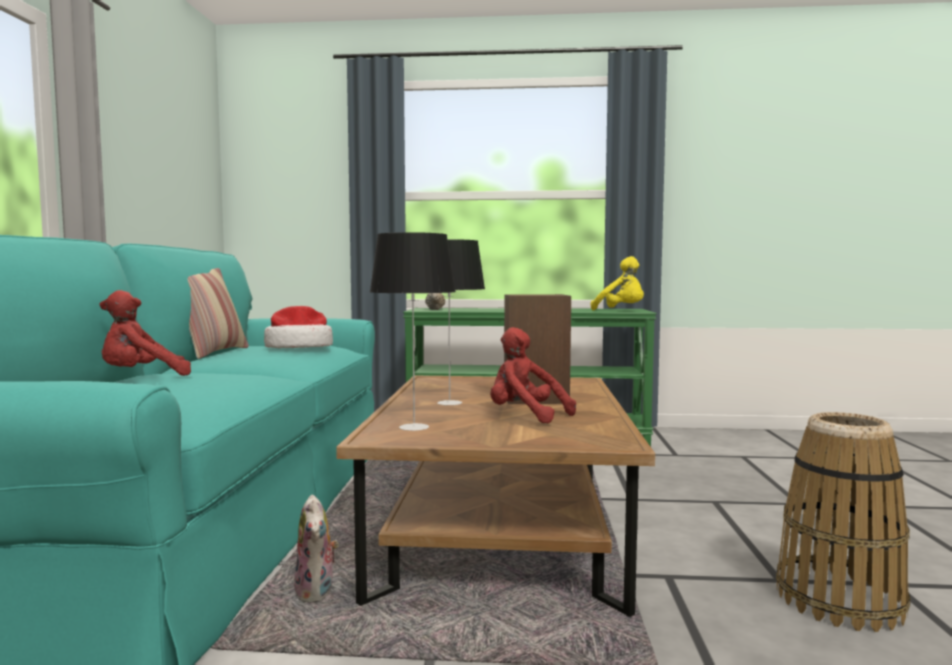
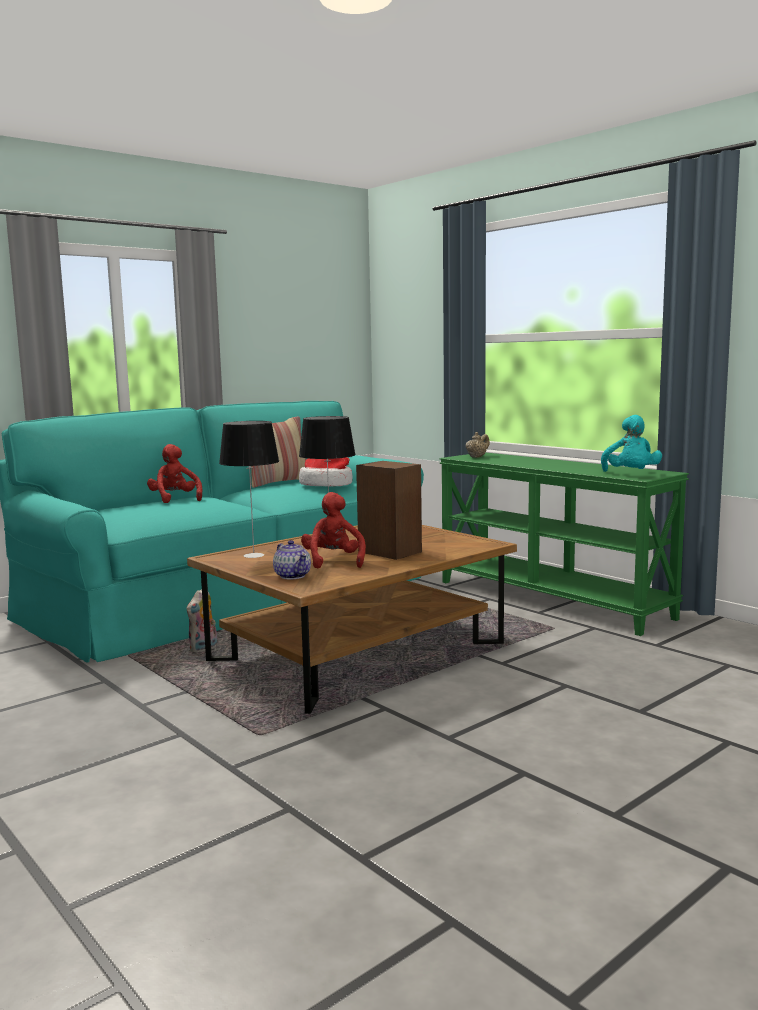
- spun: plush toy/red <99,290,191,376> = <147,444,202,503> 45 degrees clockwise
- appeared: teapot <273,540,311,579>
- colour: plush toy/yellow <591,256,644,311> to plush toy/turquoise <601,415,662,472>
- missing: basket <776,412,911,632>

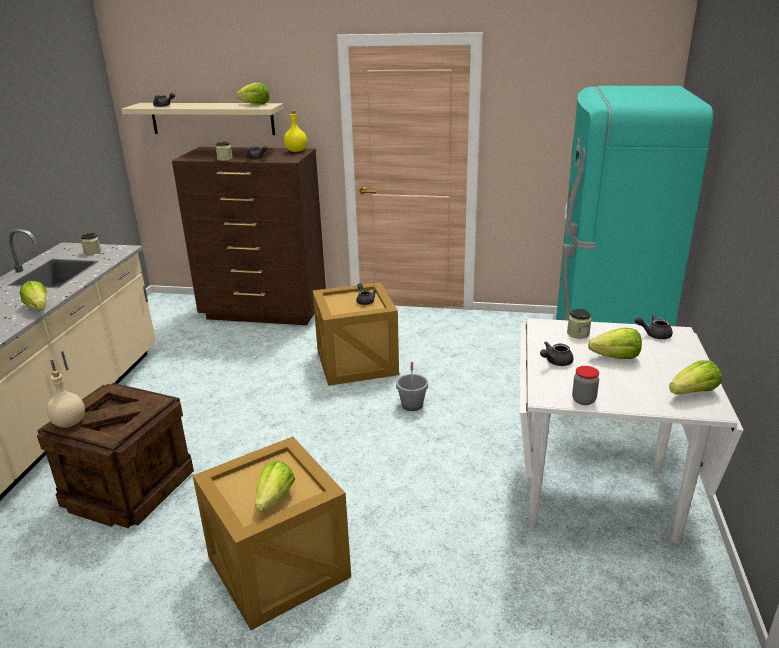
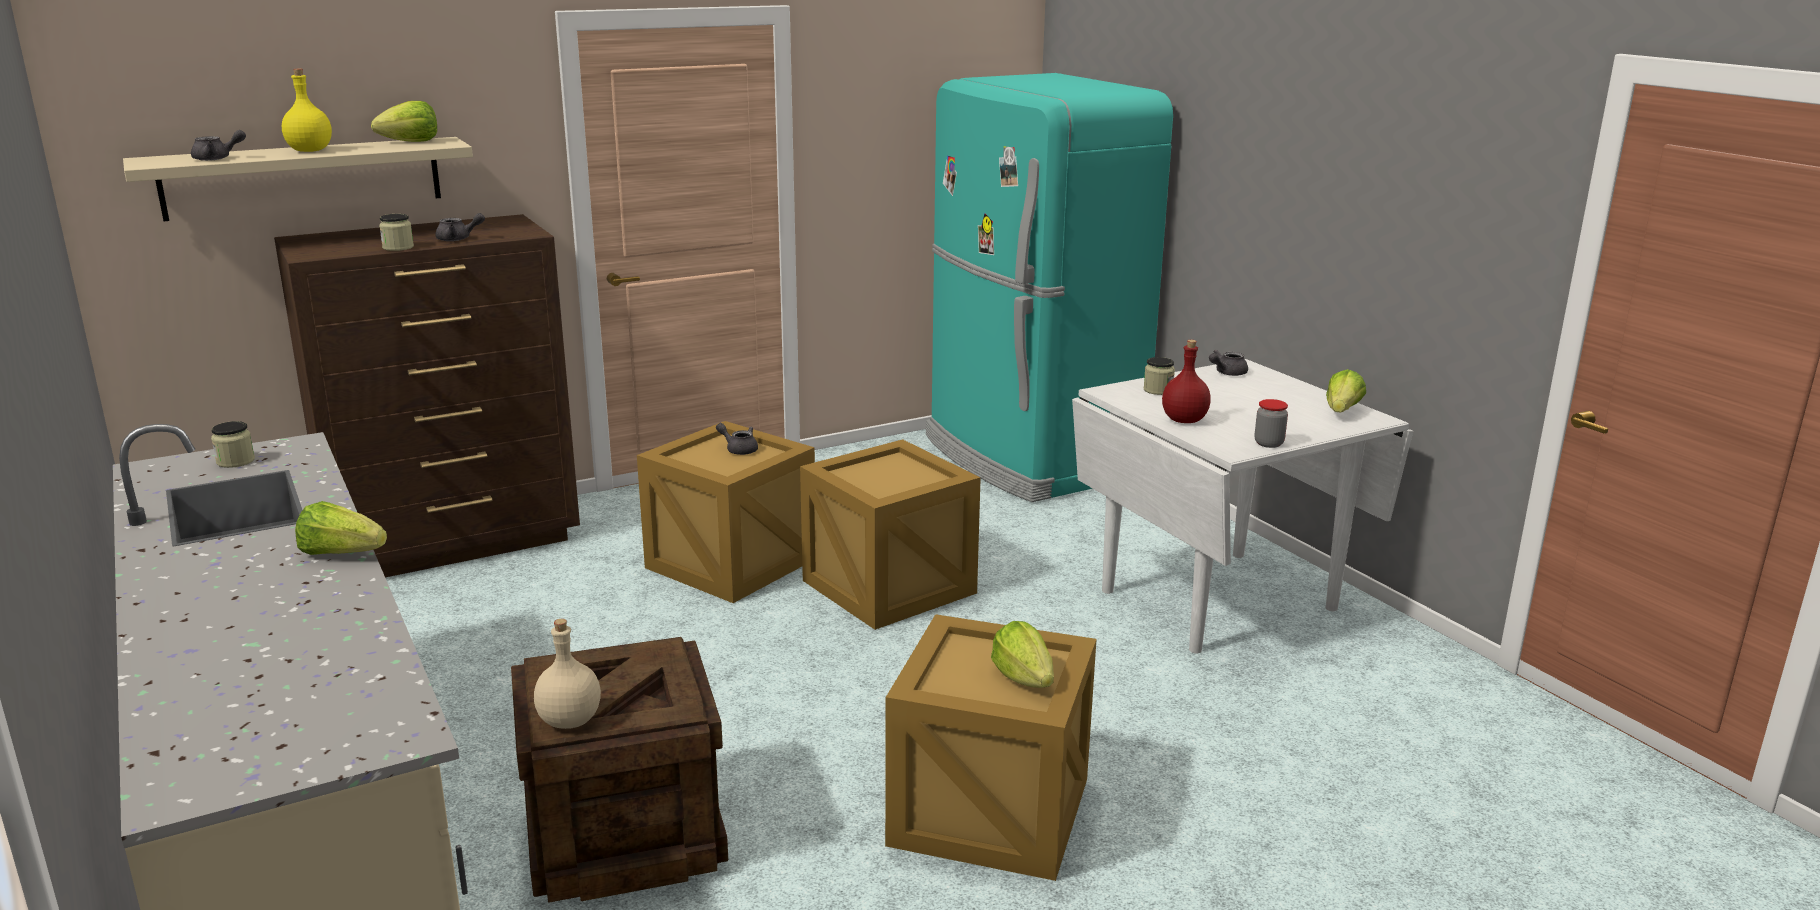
- relocated: bottle/yellow <284,110,307,152> to <282,69,332,152>
- exchanged: bucket/grey <396,362,428,411> to crate <800,439,981,630>
- exchanged: teapot/grey <540,342,574,366> to bottle/red <1162,340,1211,423>
- missing: lettuce <588,328,642,359>

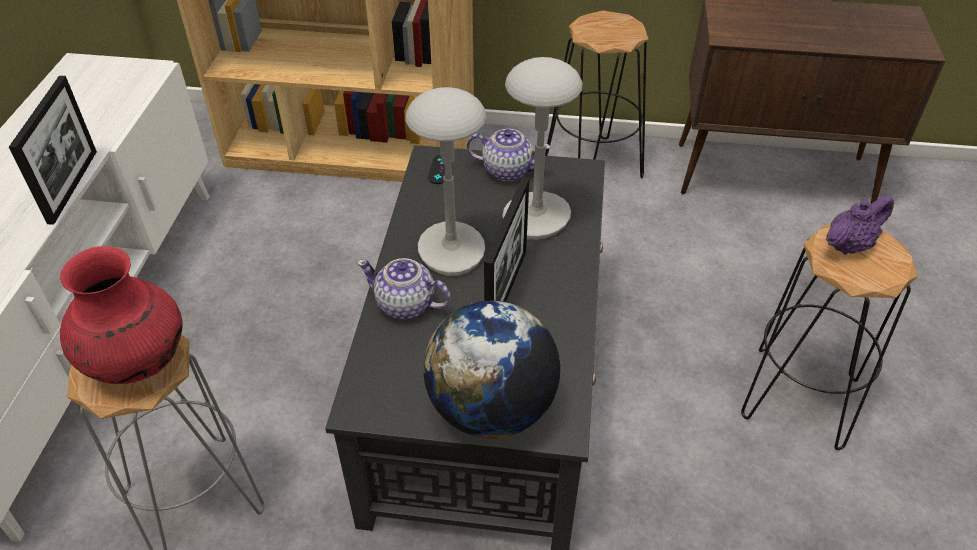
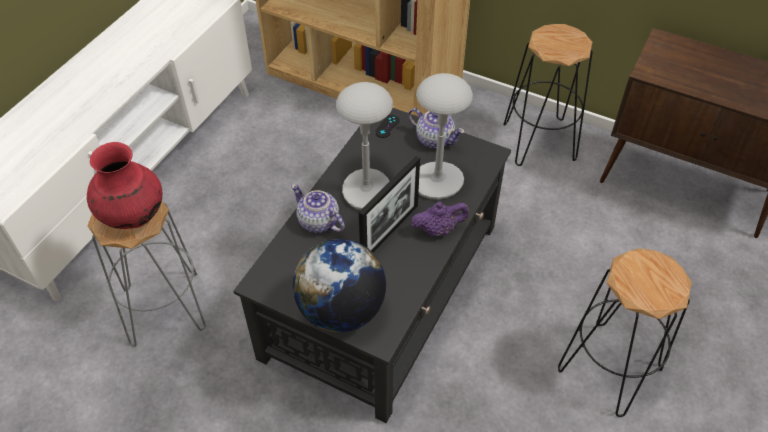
- relocated: teapot/purple <826,195,894,255> to <411,202,469,236>
- missing: picture frame <9,76,97,225>

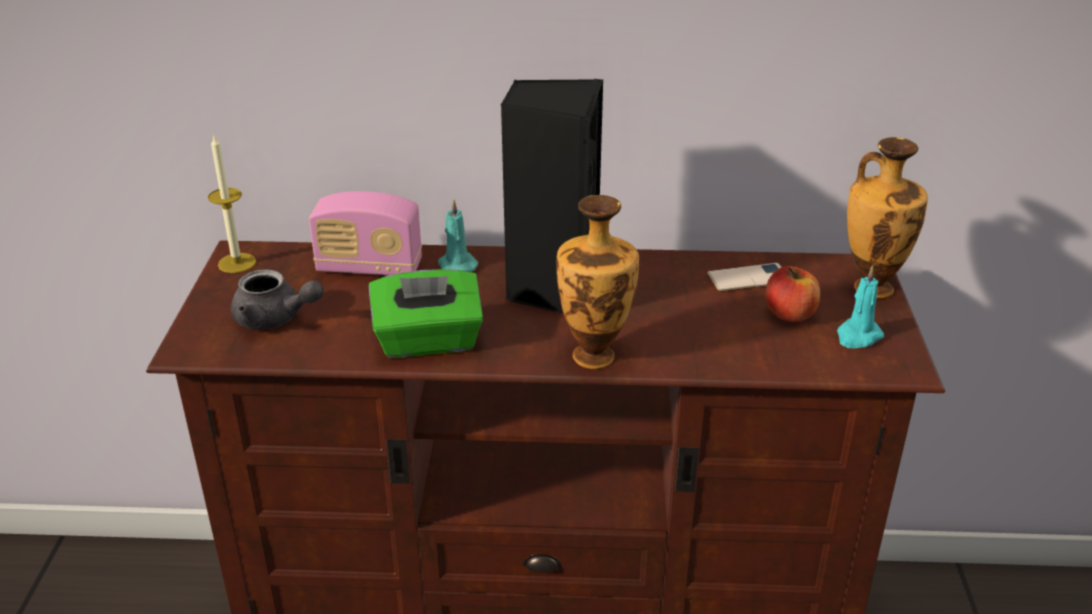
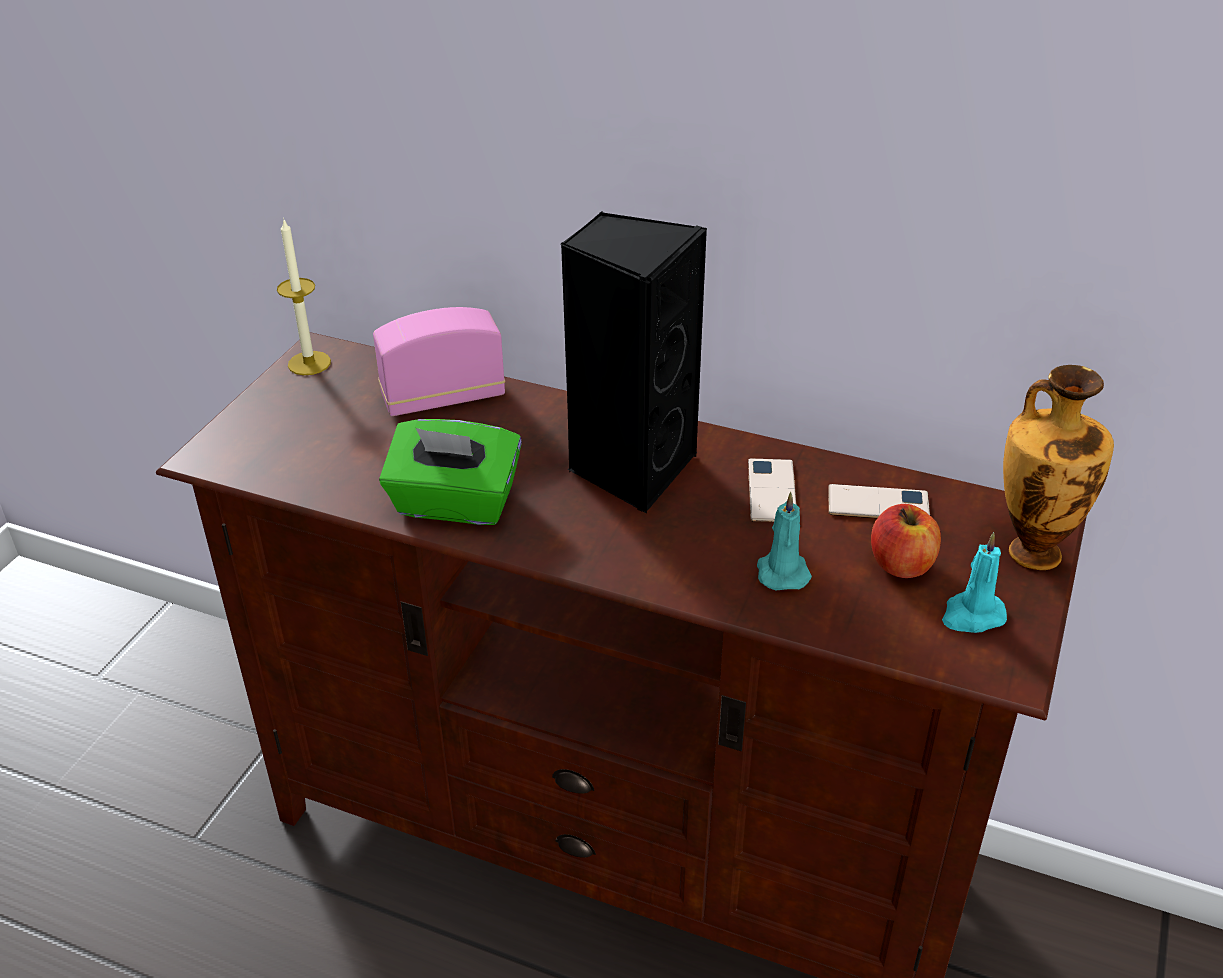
- spun: radio <309,191,422,275> = <373,307,505,416> 135 degrees clockwise
- appeared: phone <748,458,796,522>
- relocated: candle/turquoise <438,199,478,272> to <757,492,812,591>
- missing: teapot/grey <231,269,324,329>
- missing: vase <556,195,639,369>

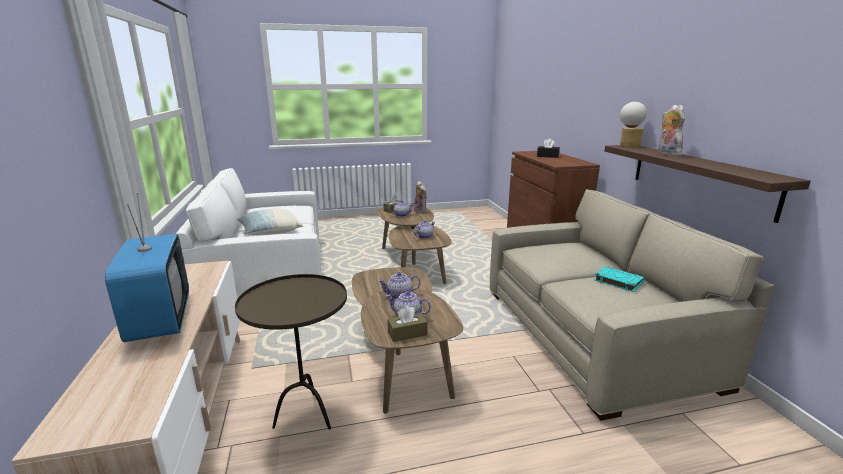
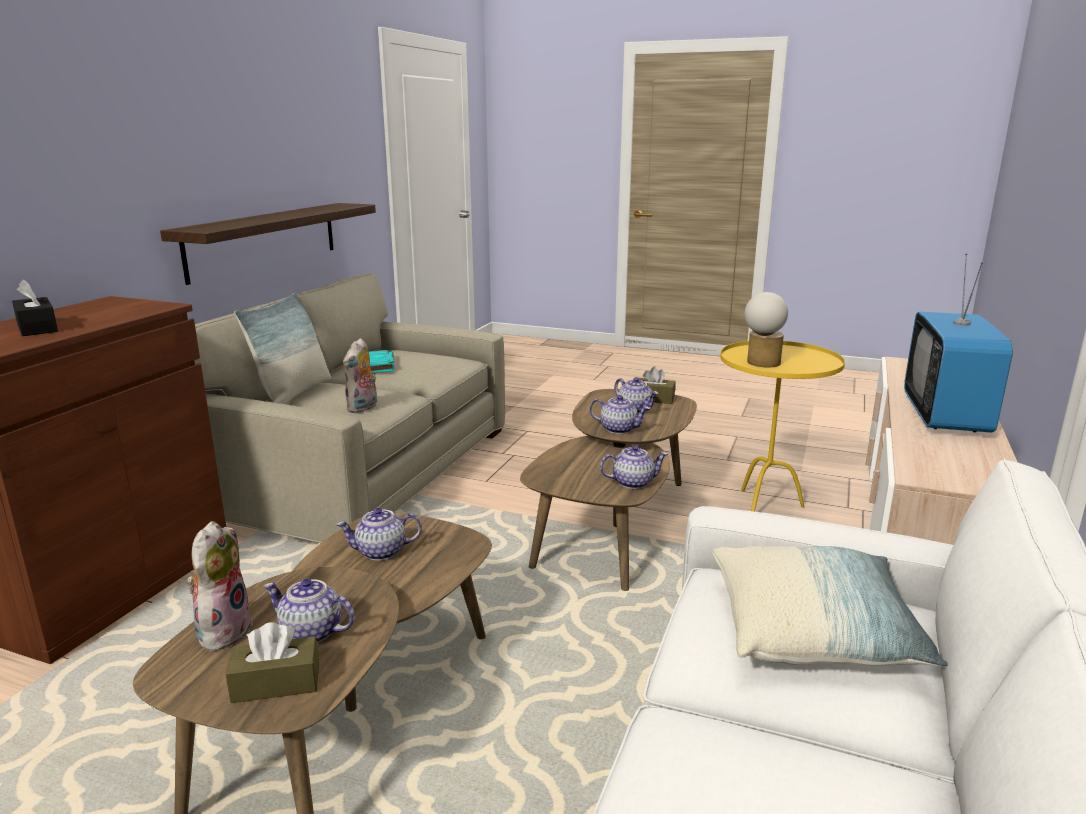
- appeared: pillow <234,292,331,404>
- relocated: plush toy <659,105,685,156> to <343,338,377,413>
- appeared: teapot <600,445,668,489>
- colour: side table/brown <235,274,347,430> to side table/yellow <720,341,845,512>
- relocated: table lamp <620,102,647,148> to <744,292,788,367>

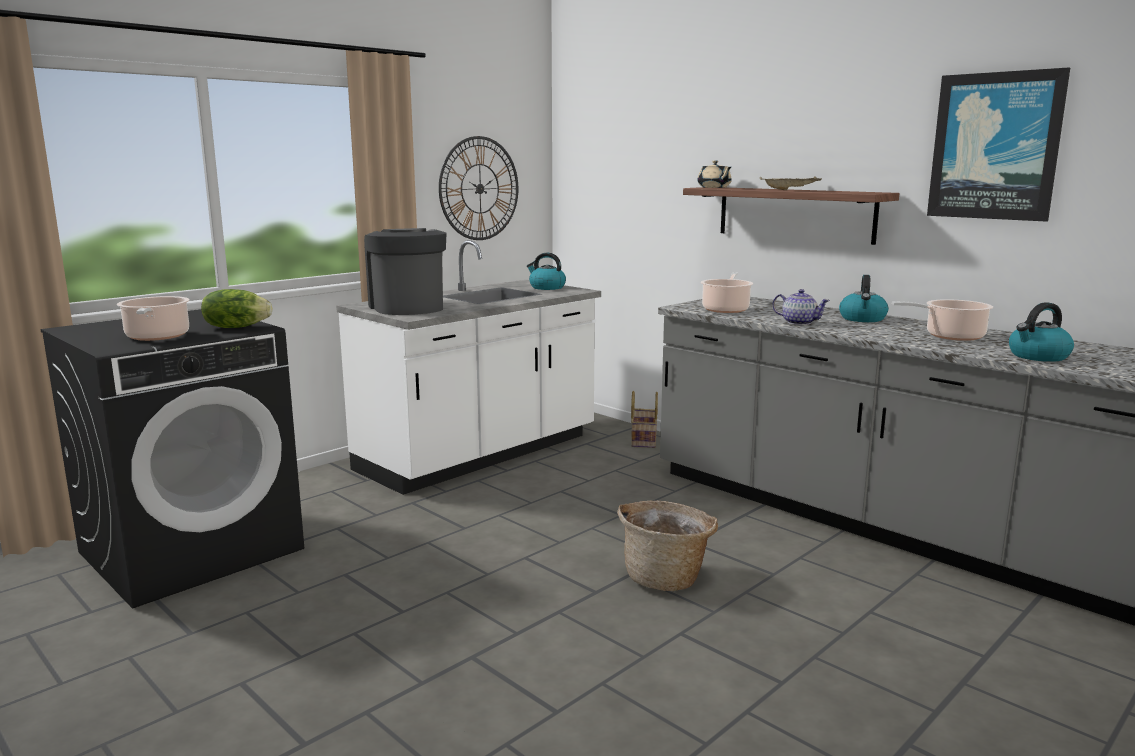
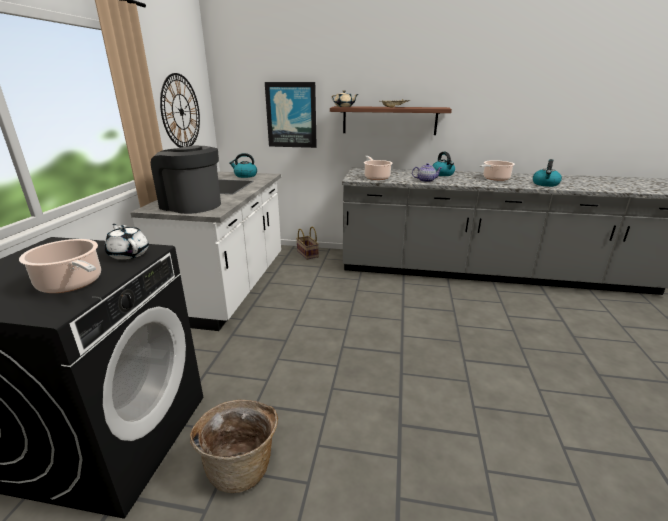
- exchanged: lettuce <201,289,273,328> to teapot/white <105,224,149,260>
- relocated: basket <617,501,718,591> to <190,400,278,493>
- relocated: picture <927,67,1070,222> to <265,82,317,148>

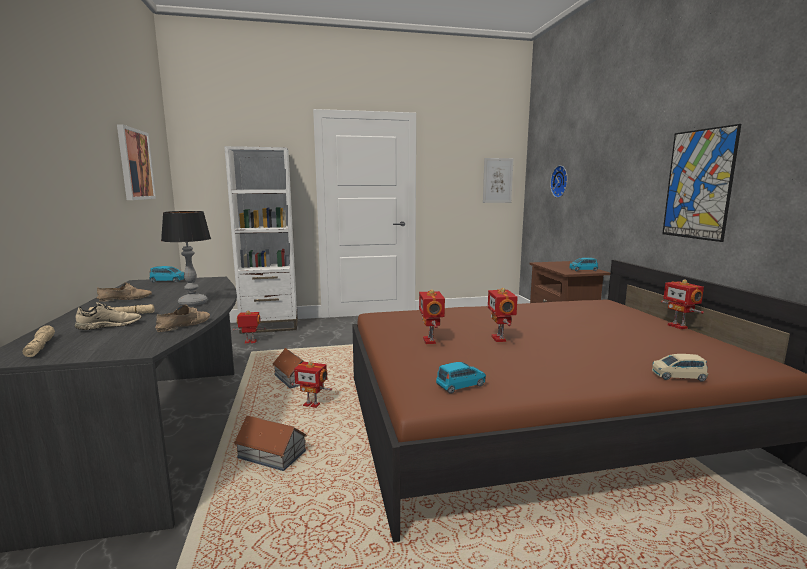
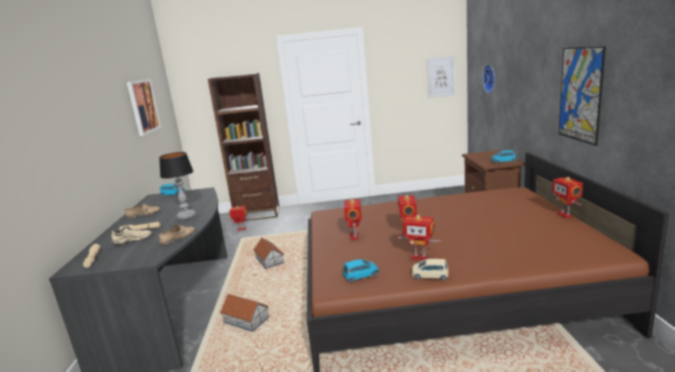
- colour: bookcase/white <224,146,298,334> to bookcase/brown <208,73,280,221>
- relocated: toy robot <292,361,332,408> to <398,215,442,261>
- relocated: toy car/beige <652,354,708,382> to <412,259,448,281>

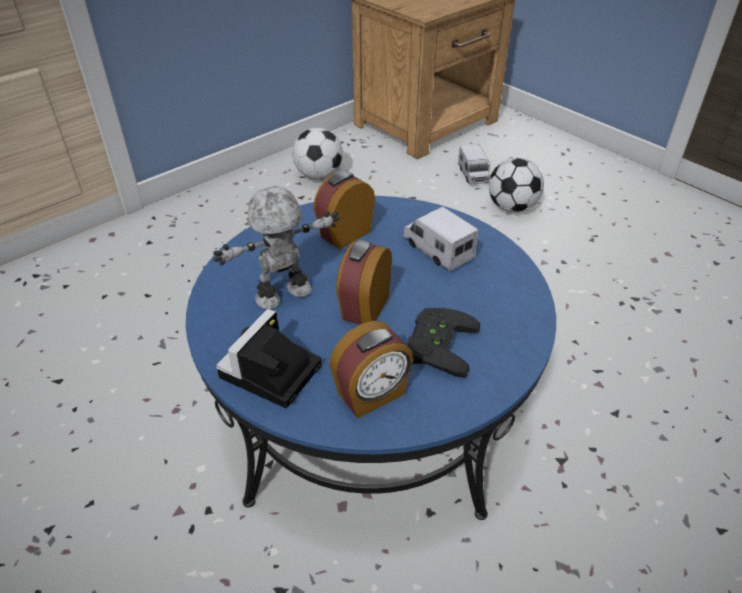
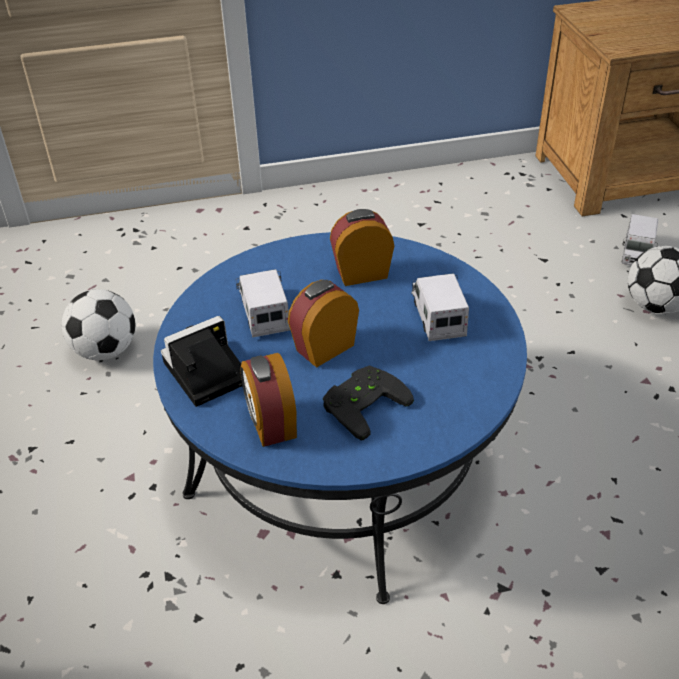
- relocated: football <292,128,343,180> to <62,289,135,360>
- exchanged: toy robot <213,186,340,309> to toy truck <236,269,290,337>
- spun: alarm clock <329,321,413,419> = <240,353,297,447> 75 degrees clockwise

